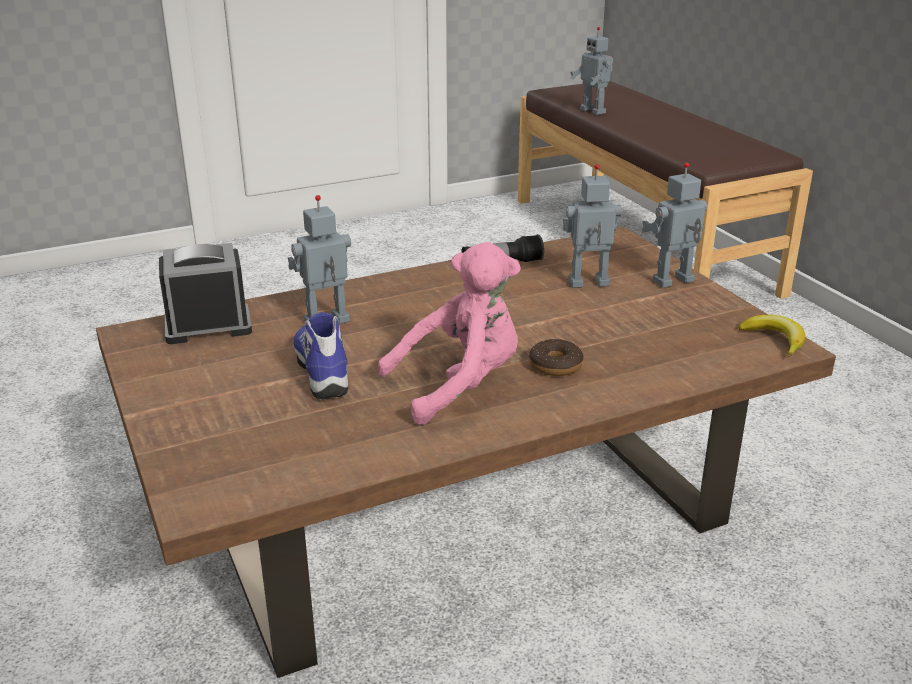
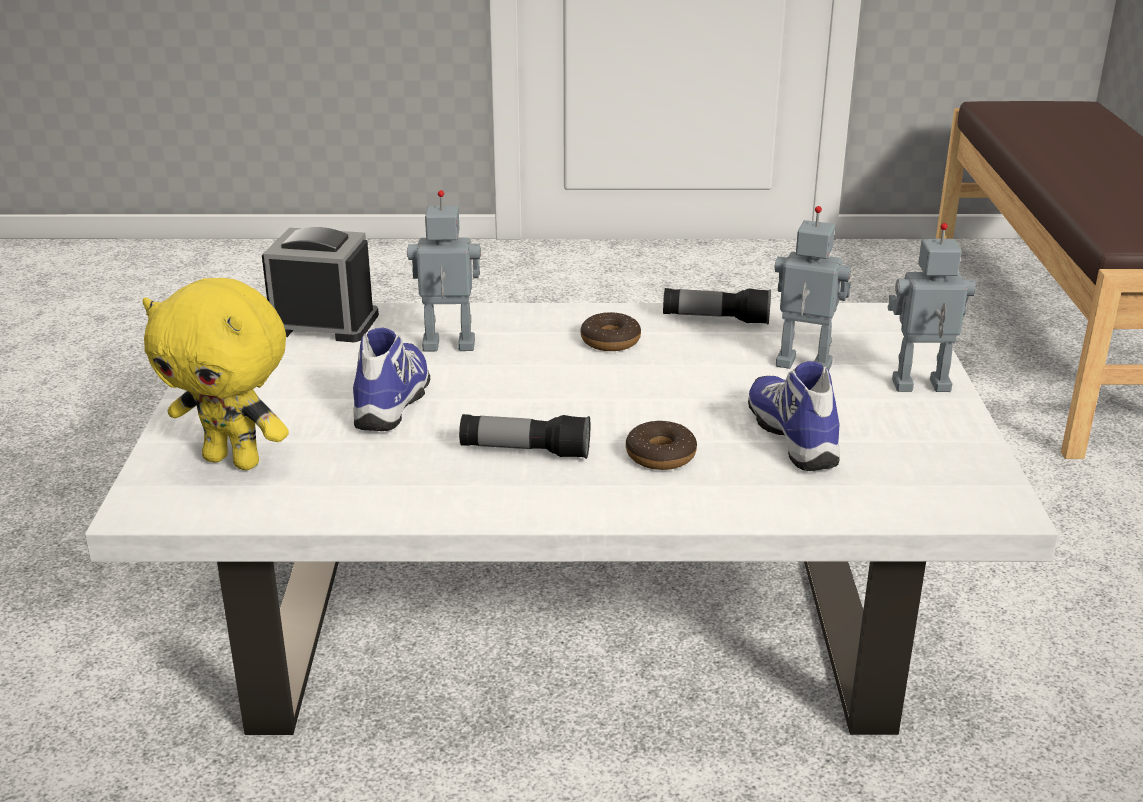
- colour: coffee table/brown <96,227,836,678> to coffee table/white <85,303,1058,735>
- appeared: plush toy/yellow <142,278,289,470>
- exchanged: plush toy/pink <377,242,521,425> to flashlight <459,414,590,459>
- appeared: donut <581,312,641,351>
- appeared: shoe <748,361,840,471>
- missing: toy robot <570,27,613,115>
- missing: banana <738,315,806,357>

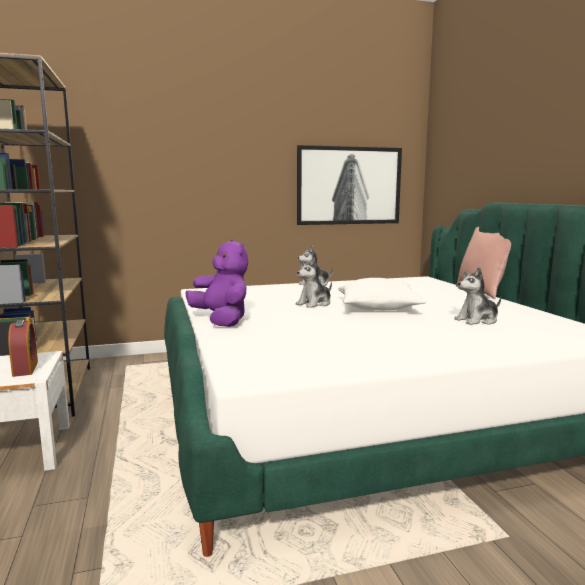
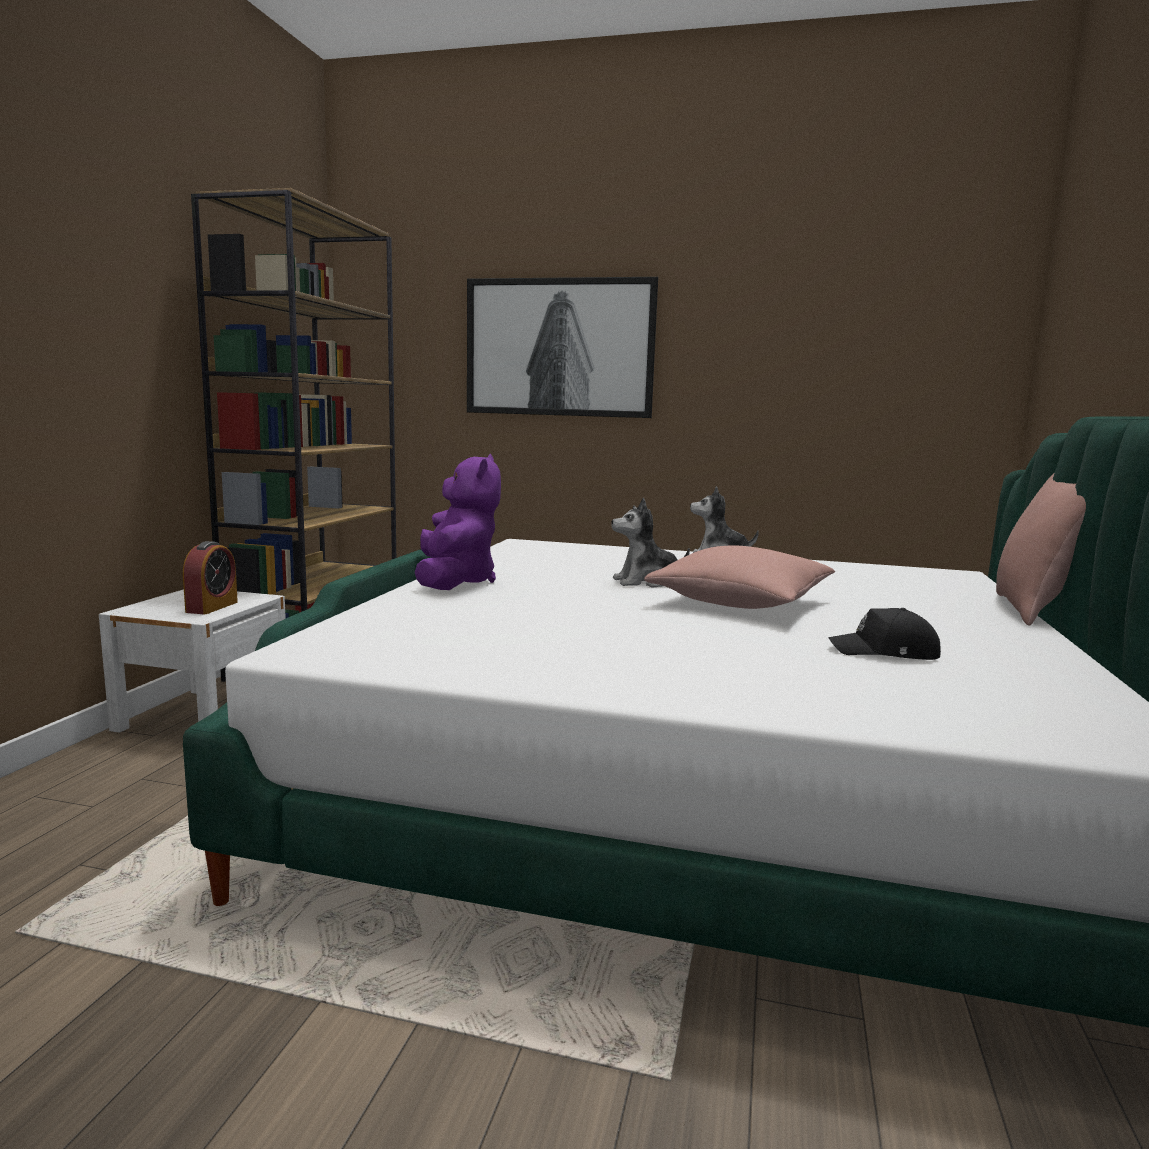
- relocated: picture <297,145,402,225> to <467,277,658,418>
- colour: pillow/white <338,278,427,310> to pillow/pink <644,545,835,609>
- exchanged: plush toy <454,267,501,325> to cap/black <828,608,941,660>

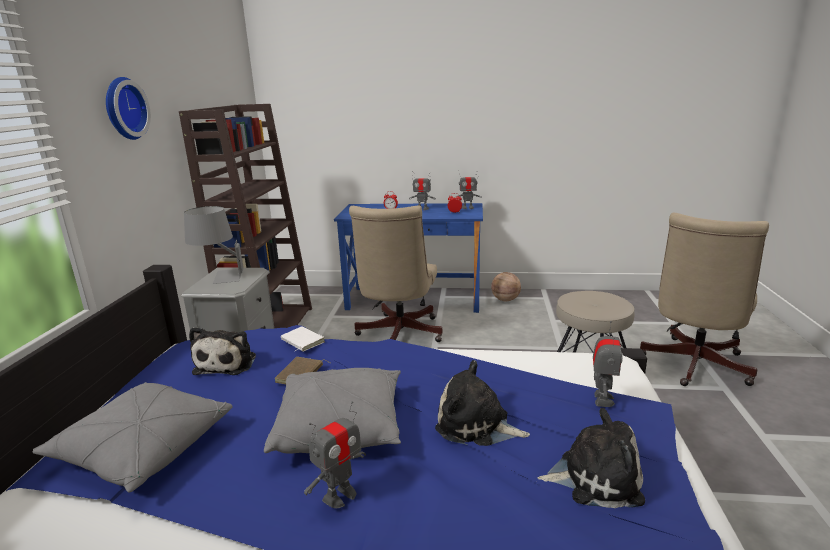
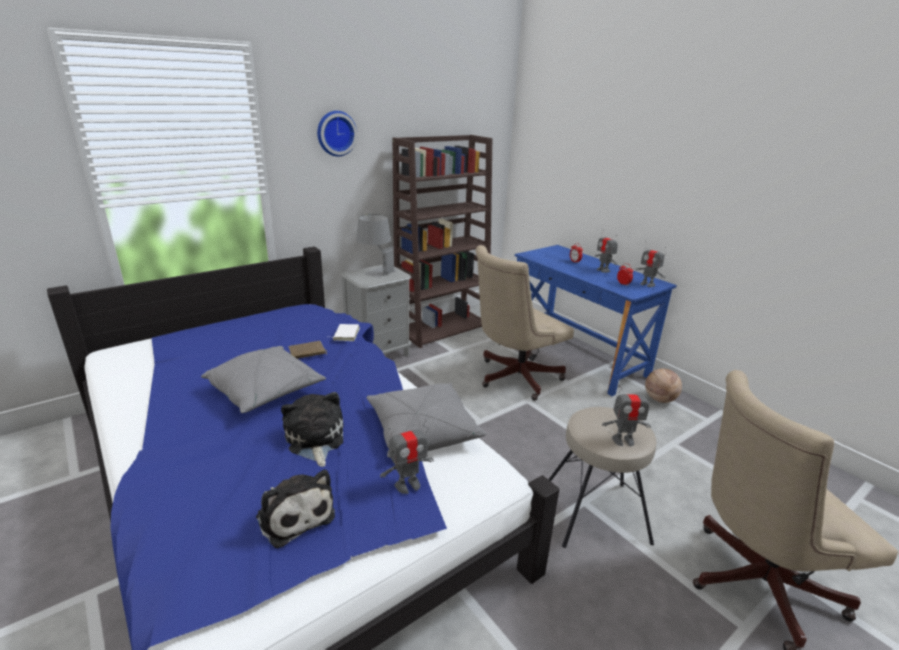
- relocated: pillow/grey <32,382,233,493> to <367,383,486,458>
- relocated: toy robot <304,401,366,508> to <602,385,653,447>
- missing: plush toy <189,327,256,375>

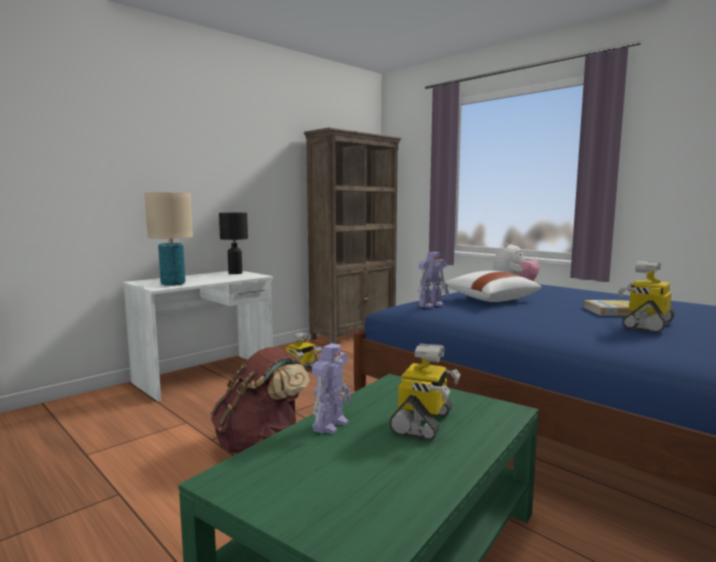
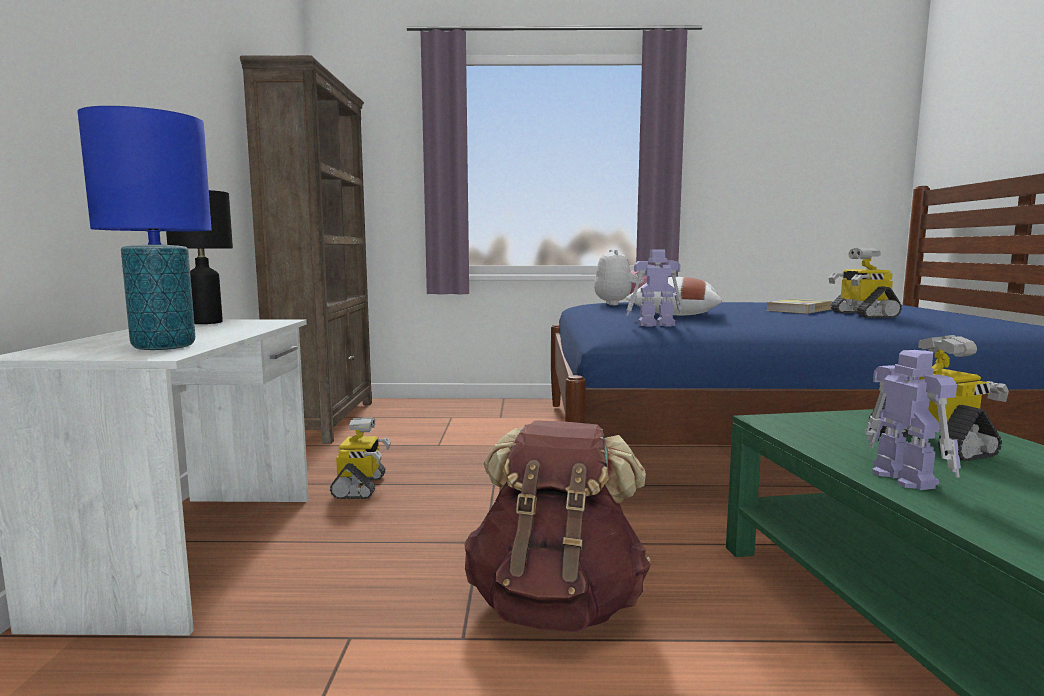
- colour: table lamp/beige <144,193,193,286> to table lamp/blue <77,106,212,350>
- spun: toy robot <417,252,449,308> = <626,249,683,327> 105 degrees counterclockwise

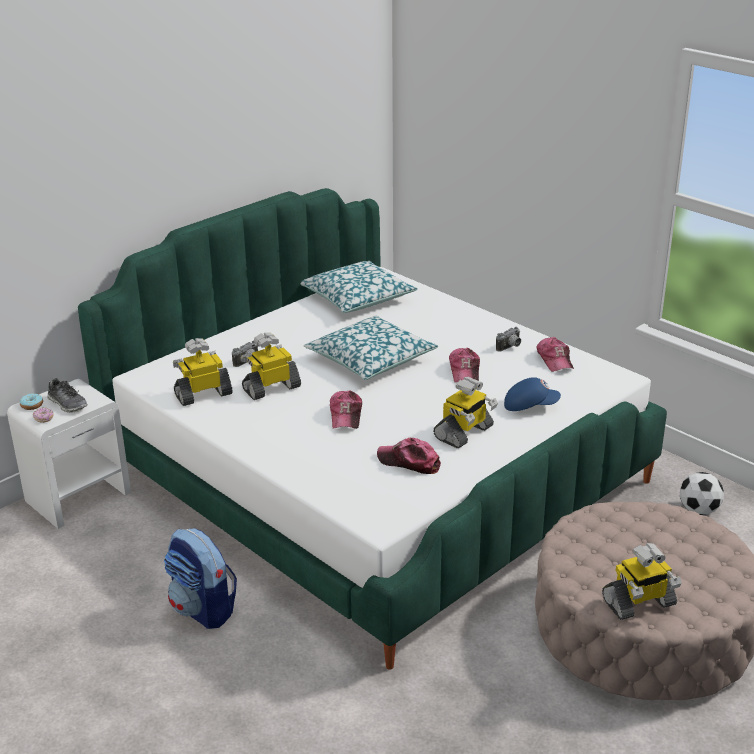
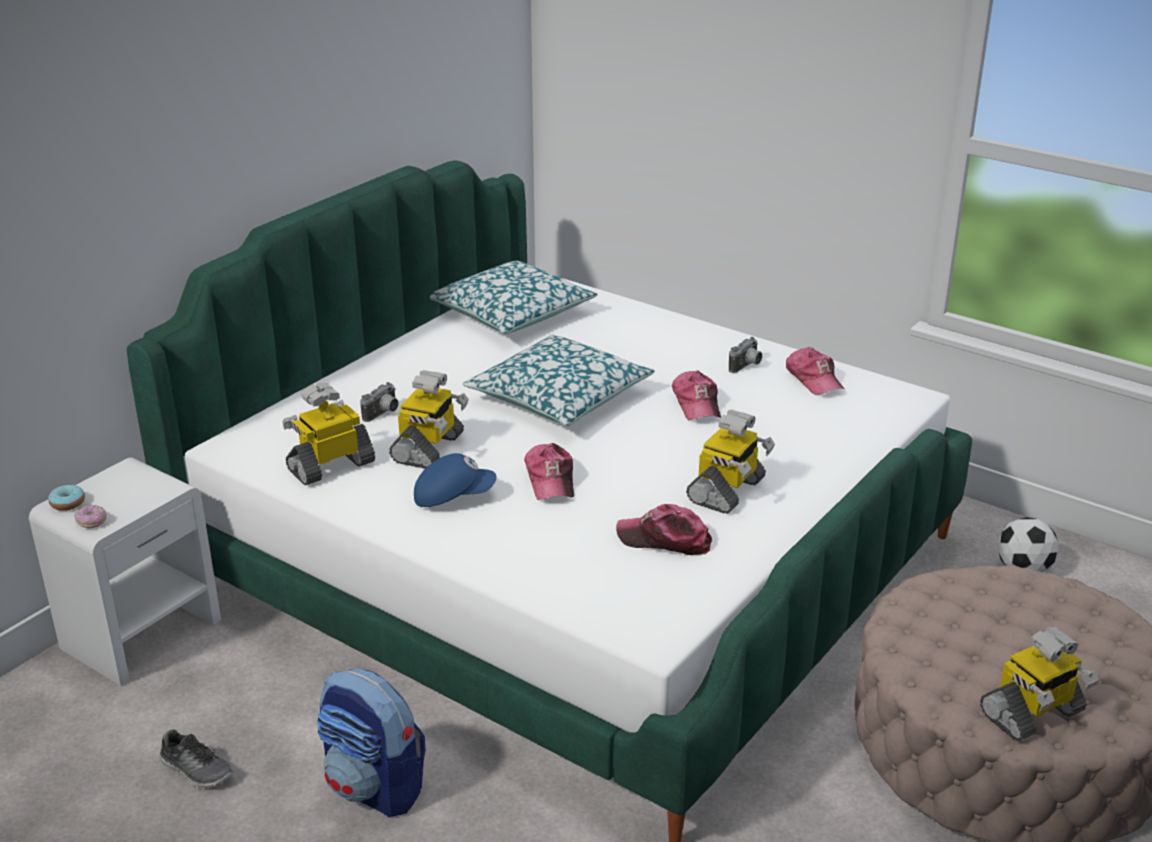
- relocated: shoe <47,378,88,413> to <159,729,233,789>
- spun: toy robot <241,332,301,400> = <389,370,469,469> 150 degrees clockwise
- relocated: cap/blue <504,377,561,411> to <414,453,497,507>

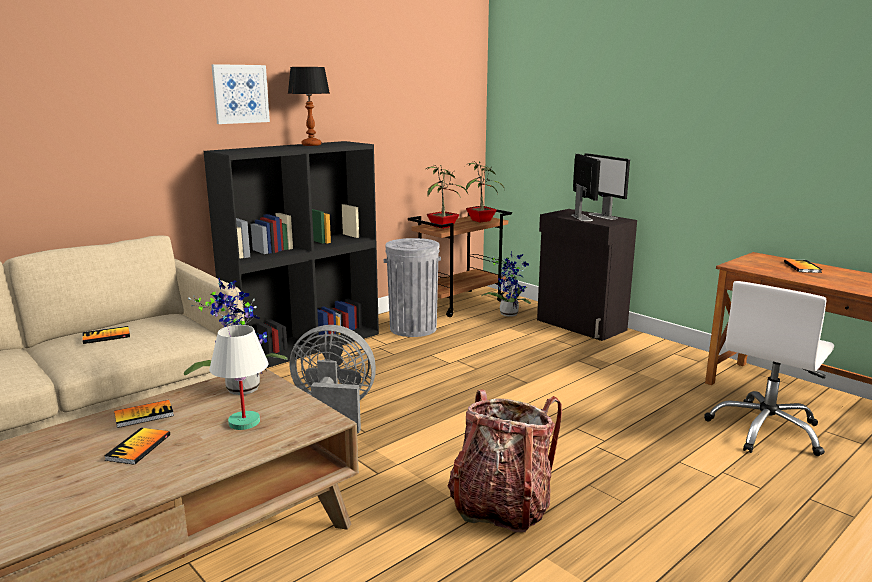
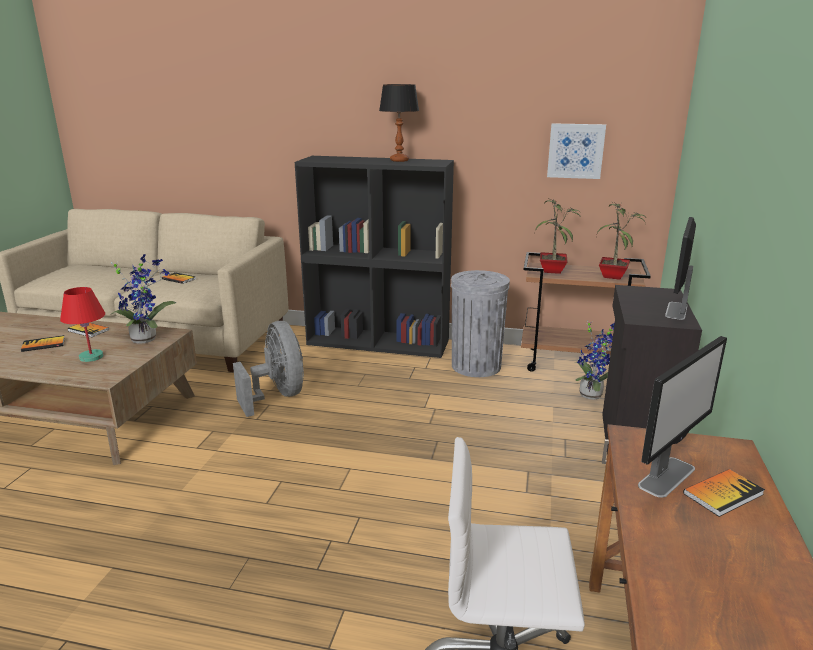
- colour: table lamp/white <209,325,268,430> to table lamp/red <60,287,105,362>
- relocated: picture <211,64,270,124> to <547,123,606,179>
- relocated: monitor <571,154,600,221> to <638,336,727,498>
- missing: backpack <448,390,562,532>

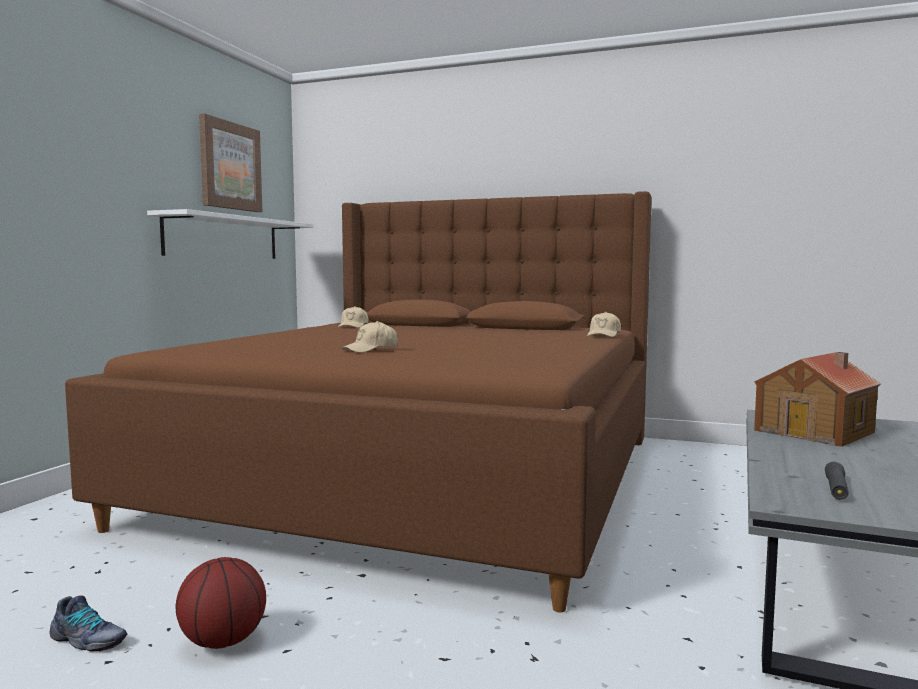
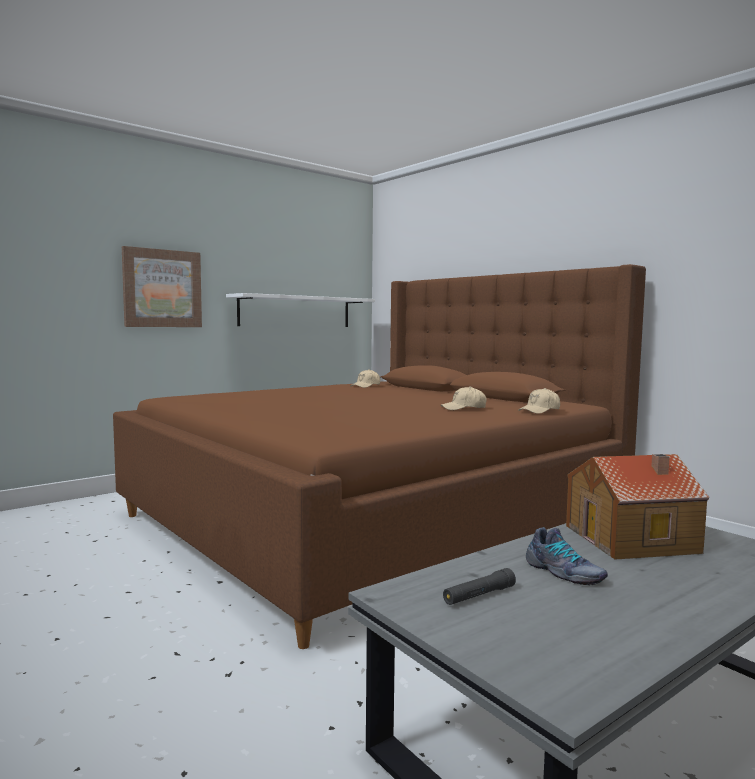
- relocated: picture <199,114,262,212> to <122,246,202,327>
- relocated: cap/beige <342,321,398,353> to <441,386,487,410>
- relocated: shoe <49,595,127,652> to <526,527,608,585>
- missing: basketball <176,557,266,649>

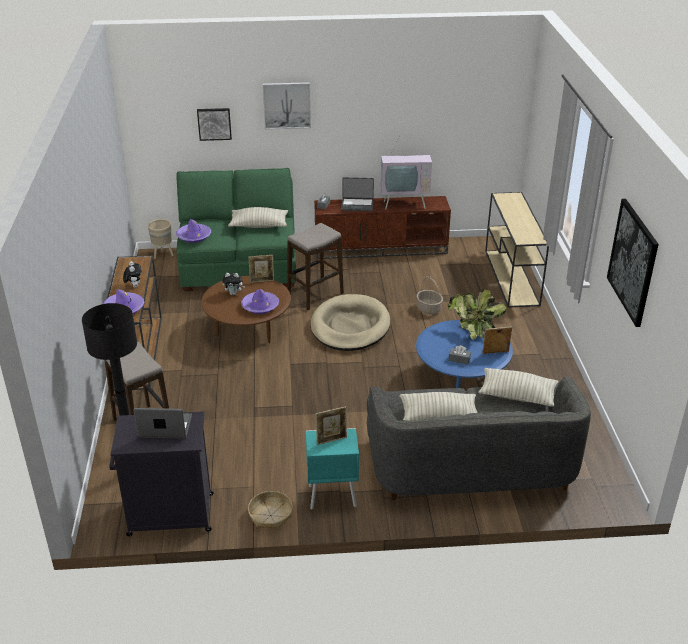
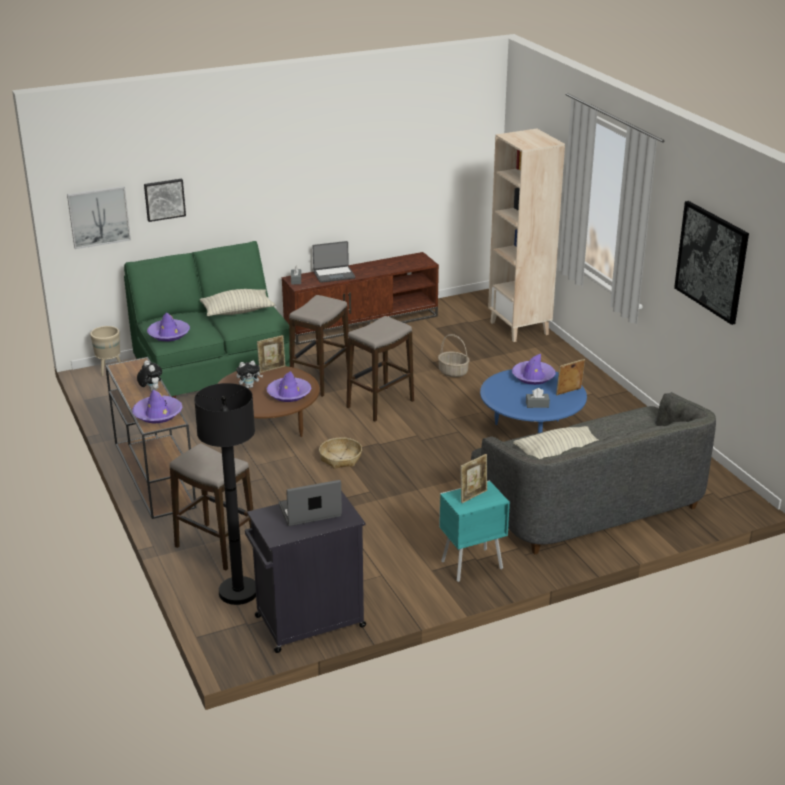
- relocated: picture <263,82,311,130> to <67,186,131,249>
- relocated: basket <248,491,293,530> to <319,438,362,469>
- exchanged: dog bed/beige <311,294,390,351> to stool <347,316,414,421>
- exchanged: console table/beige <485,192,549,308> to bookcase/beige <488,129,565,342>
- exchanged: potted plant <448,289,507,340> to hat/purple <512,354,556,385>
- missing: television <381,136,432,210>
- missing: pillow <478,368,559,407>

